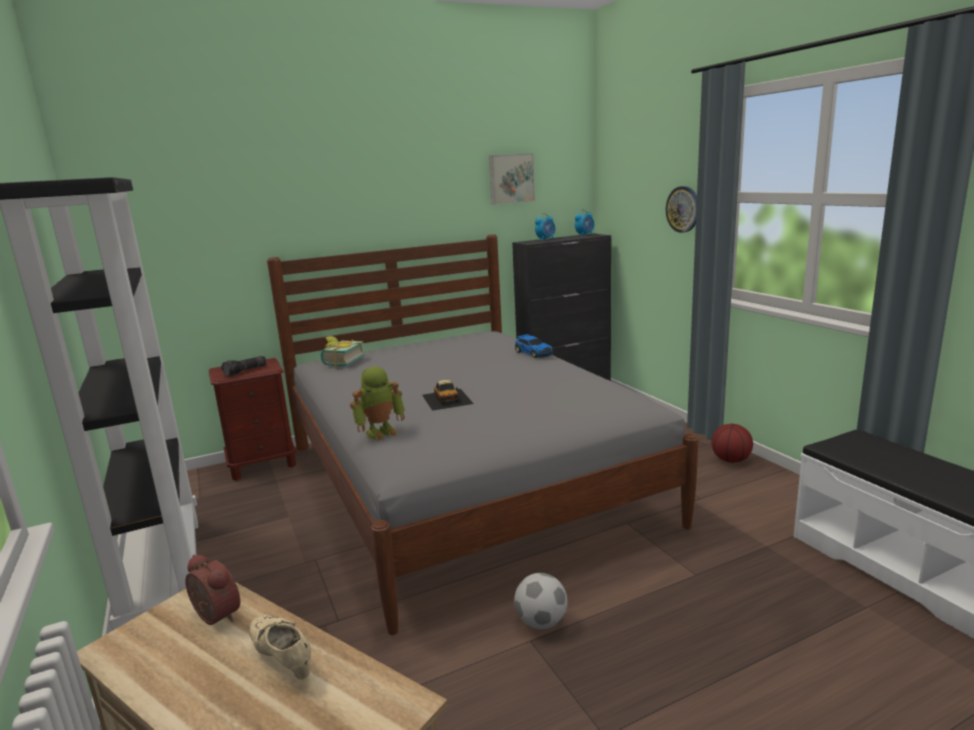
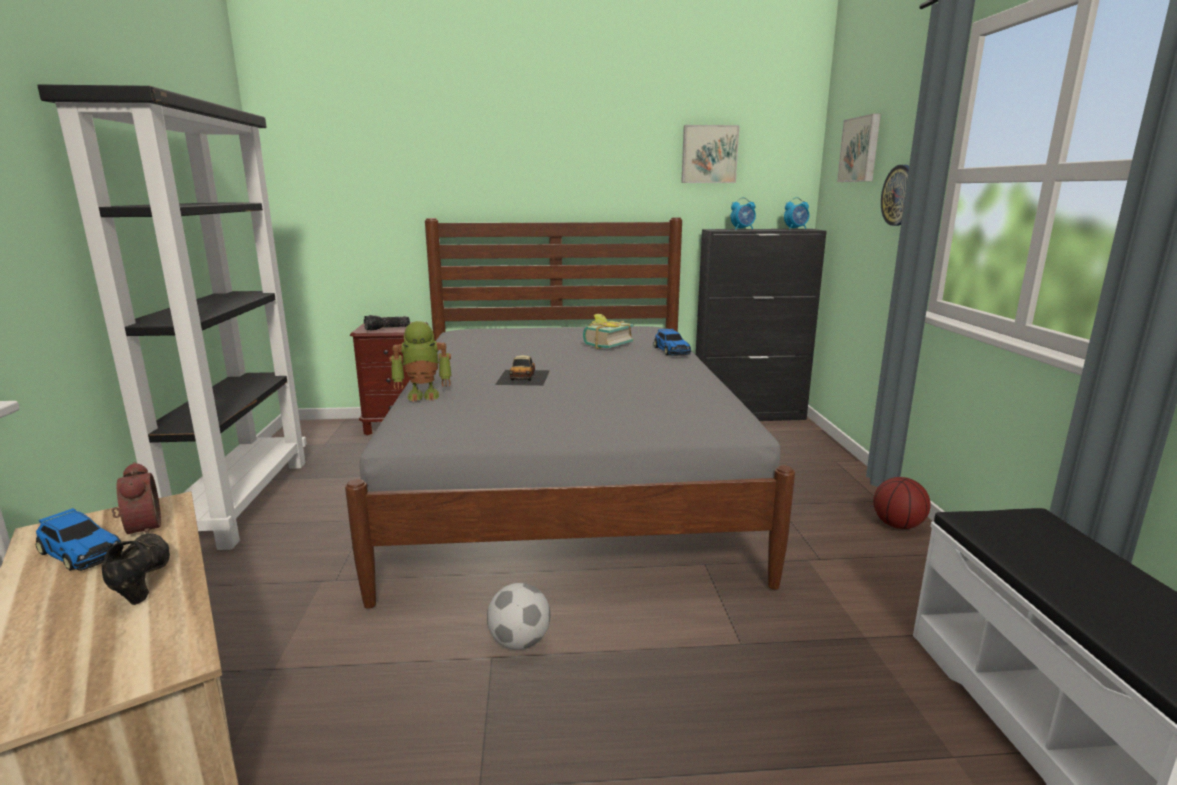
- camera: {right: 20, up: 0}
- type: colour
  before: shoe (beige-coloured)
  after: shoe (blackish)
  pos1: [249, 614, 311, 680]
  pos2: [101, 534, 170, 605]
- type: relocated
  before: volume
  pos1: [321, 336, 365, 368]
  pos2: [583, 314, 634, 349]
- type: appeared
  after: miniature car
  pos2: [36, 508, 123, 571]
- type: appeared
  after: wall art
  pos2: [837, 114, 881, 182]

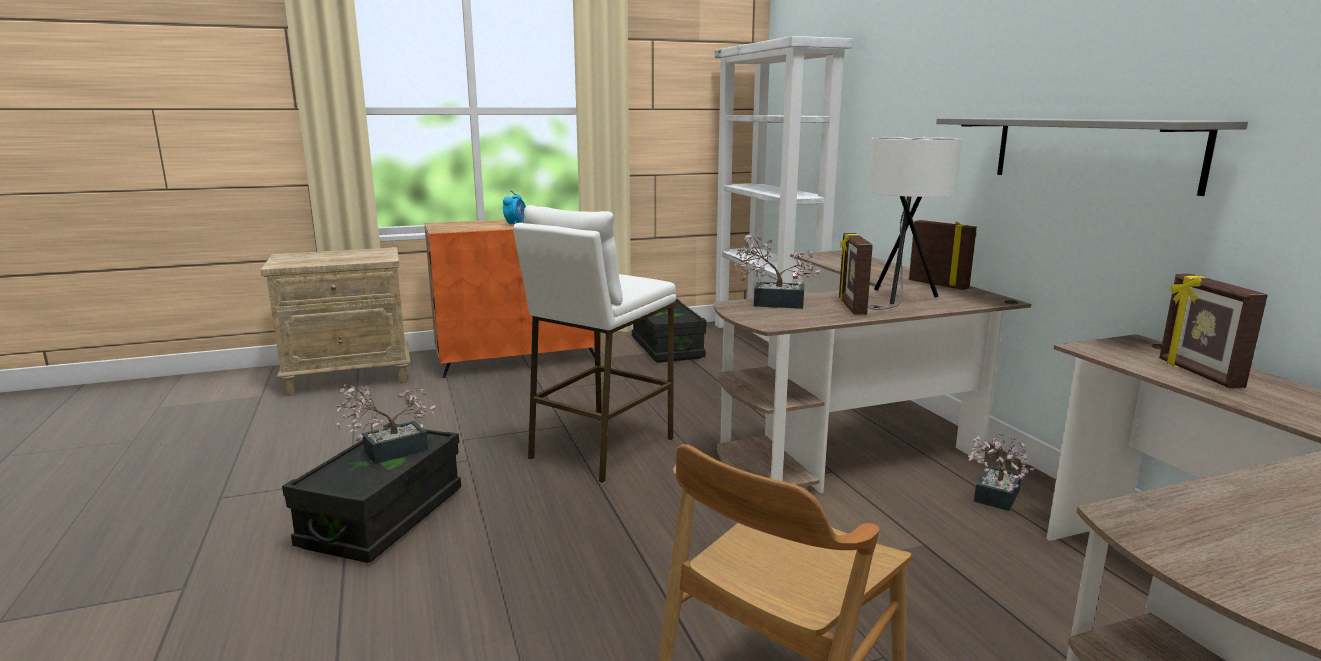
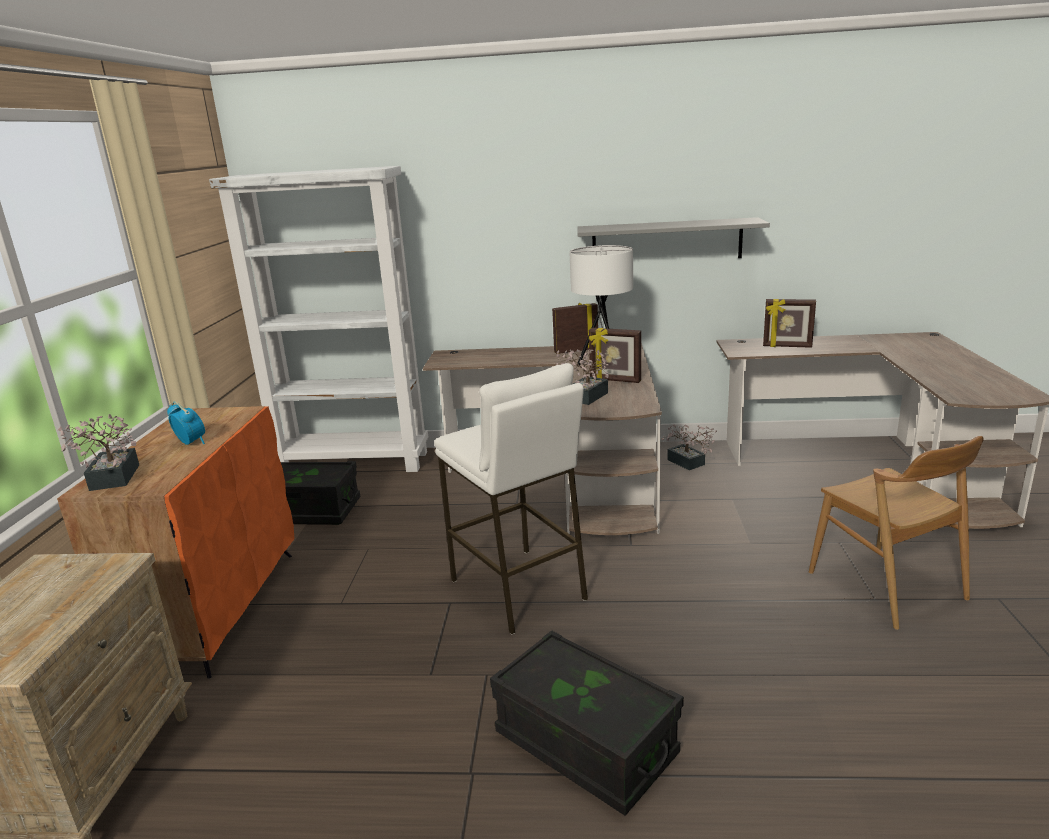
- camera: {right: -65, up: 5}
- type: relocated
  before: potted plant
  pos1: [337, 384, 435, 464]
  pos2: [58, 414, 139, 491]

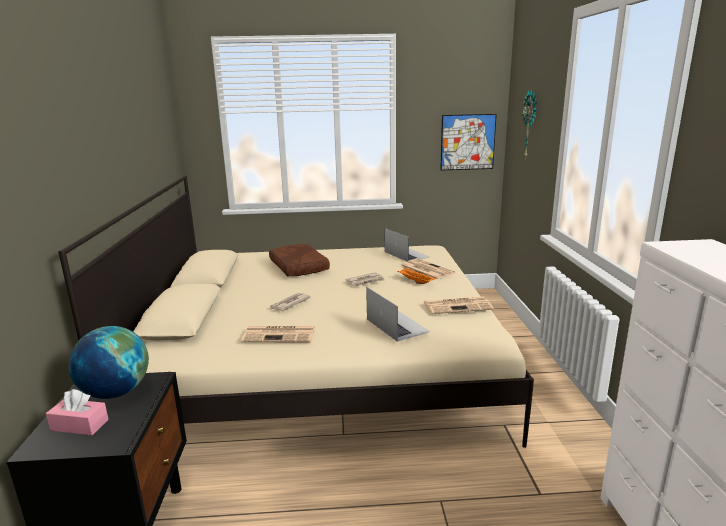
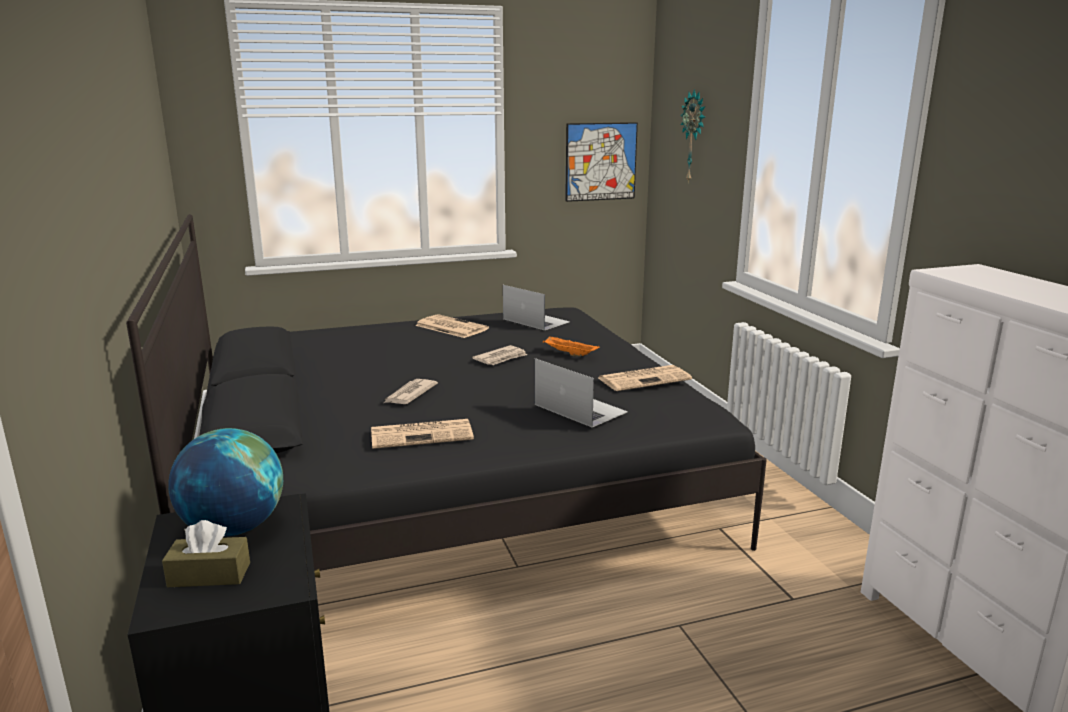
- camera: {right: -15, up: 0}
- type: colour
  before: tissue holder (pink)
  after: tissue holder (brownish)
  pos1: [46, 389, 109, 435]
  pos2: [162, 520, 250, 587]
- type: colour
  before: bed (beige-coloured)
  after: bed (blackish)
  pos1: [58, 176, 534, 448]
  pos2: [126, 214, 767, 571]
- type: missing
  before: pillow (brownish)
  pos1: [269, 244, 330, 276]
- type: relocated
  before: daily paper
  pos1: [400, 259, 455, 280]
  pos2: [415, 314, 489, 338]

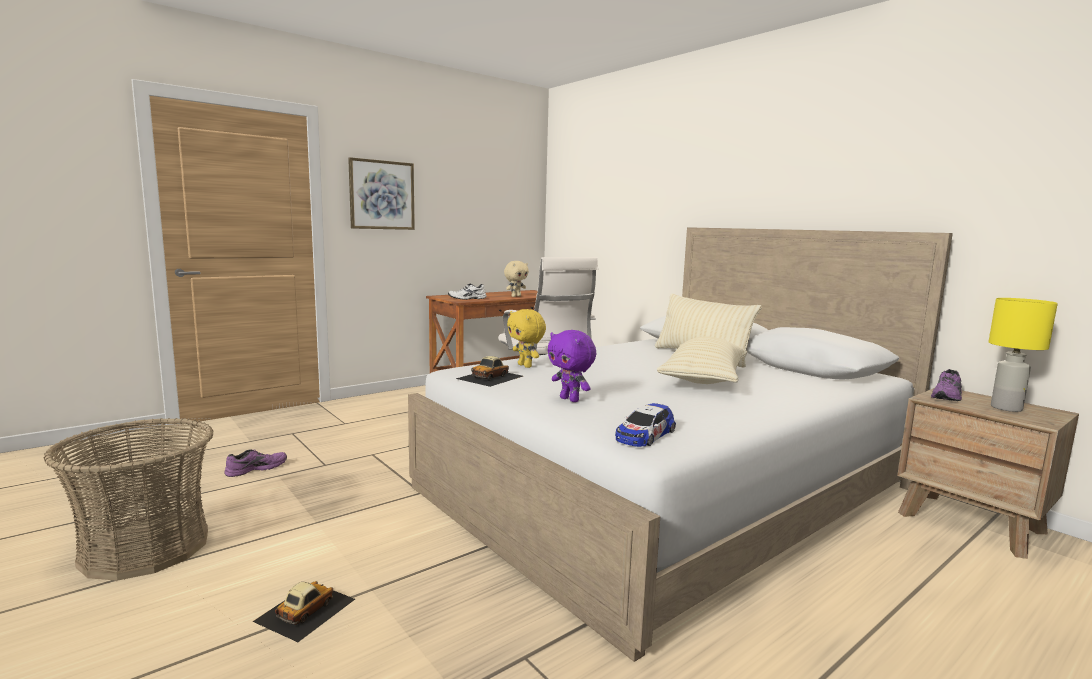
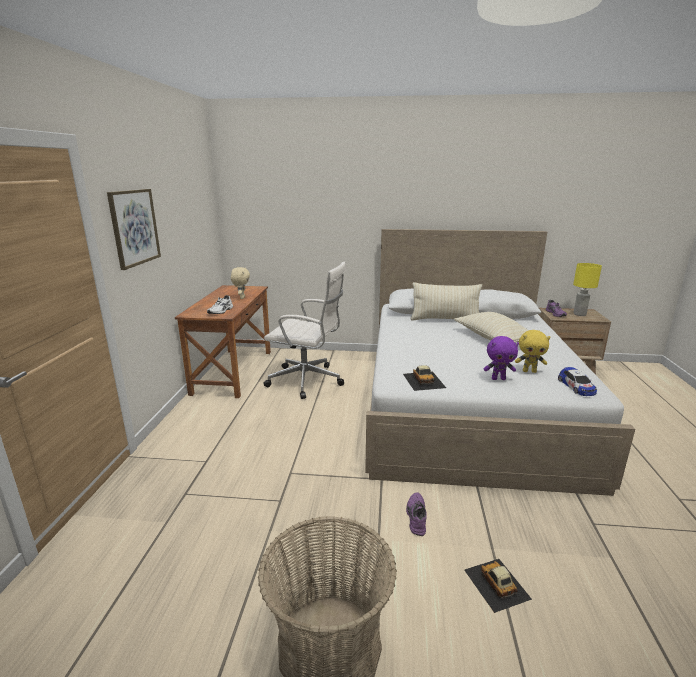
- camera: {right: -45, up: 10}
- type: relocated
  before: shoe (purplish)
  pos1: [224, 449, 287, 477]
  pos2: [406, 492, 427, 536]
- type: relocated
  before: soft toy (yellow)
  pos1: [507, 309, 546, 368]
  pos2: [515, 330, 550, 373]

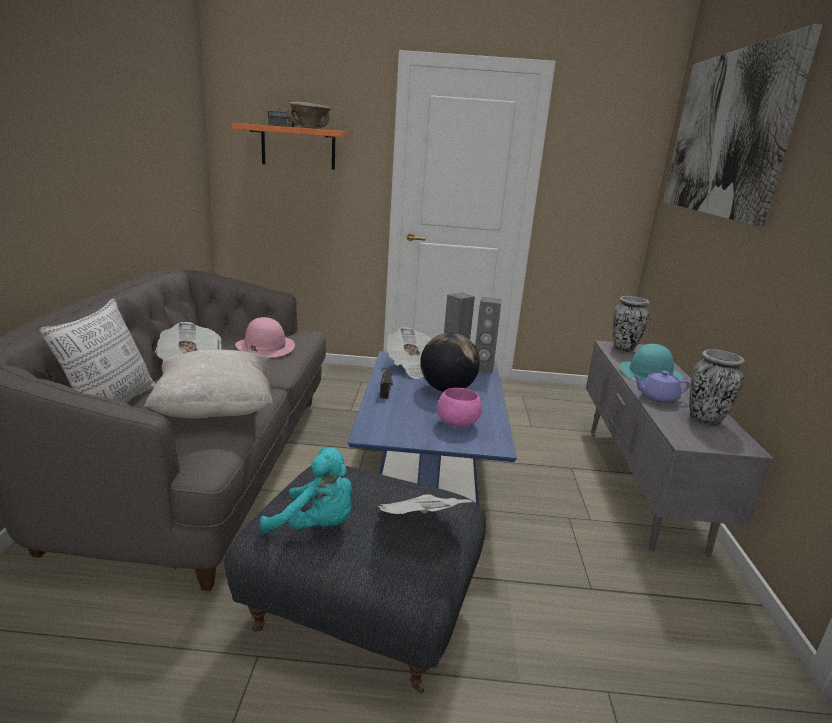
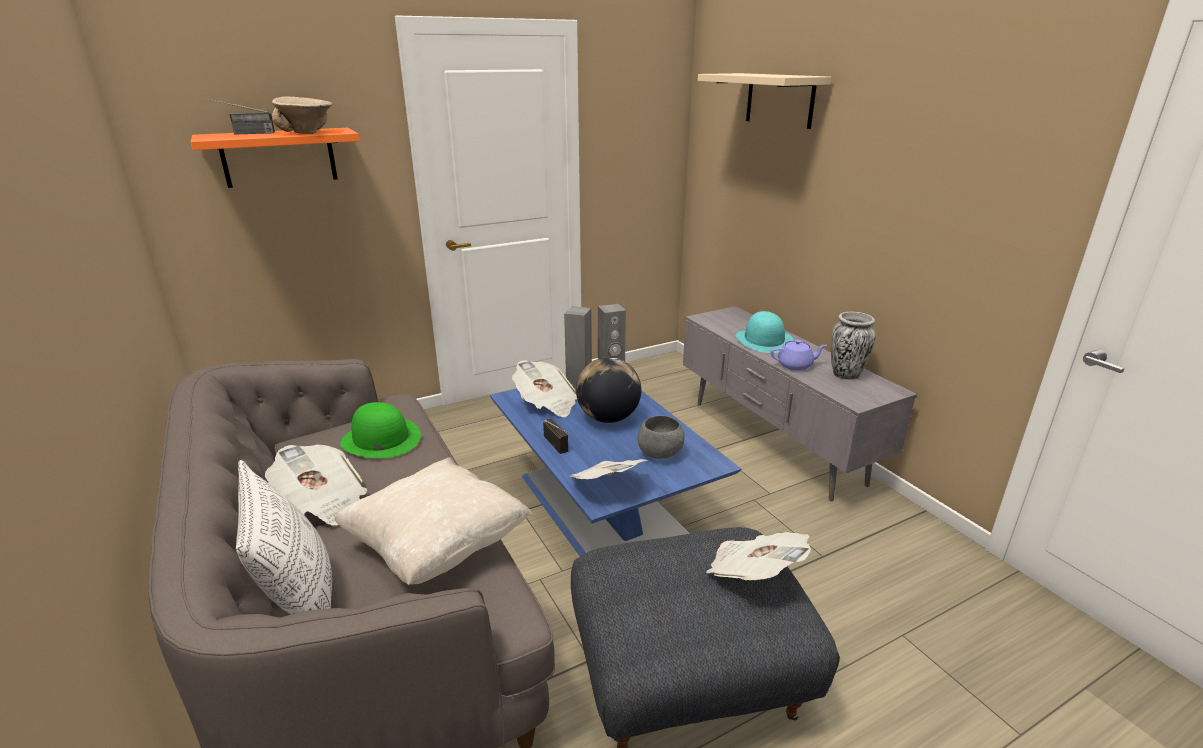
- camera: {right: -30, up: 5}
- type: colour
  before: clothing hat (pink)
  after: clothing hat (greenish)
  pos1: [235, 317, 295, 358]
  pos2: [340, 402, 421, 458]
- type: missing
  before: soft toy (turquoise-coloured)
  pos1: [260, 448, 352, 533]
- type: colour
  before: deep dish (pink)
  after: deep dish (greyish)
  pos1: [437, 388, 482, 427]
  pos2: [638, 415, 685, 459]
- type: missing
  before: flower vase
  pos1: [612, 296, 649, 352]
- type: spun
  before: pot for tea (purplish)
  pos1: [632, 371, 691, 404]
  pos2: [771, 339, 827, 370]
  turn: -150
- type: exchanged
  before: wall art
  after: shelf (beige-coloured)
  pos1: [663, 24, 823, 226]
  pos2: [698, 73, 831, 129]
- type: appeared
  after: daily paper
  pos2: [569, 459, 648, 479]

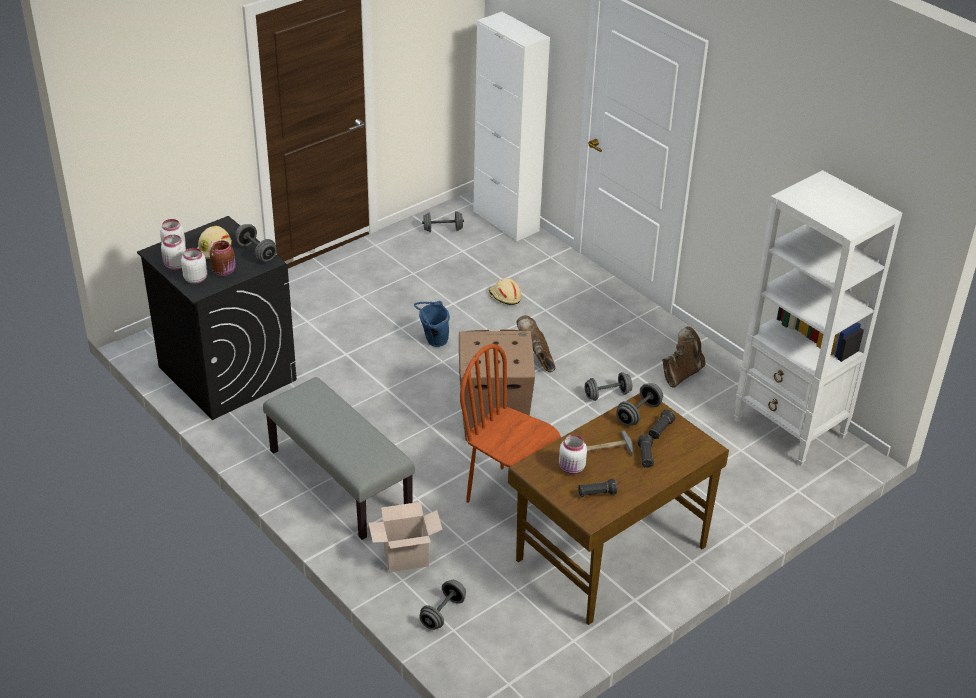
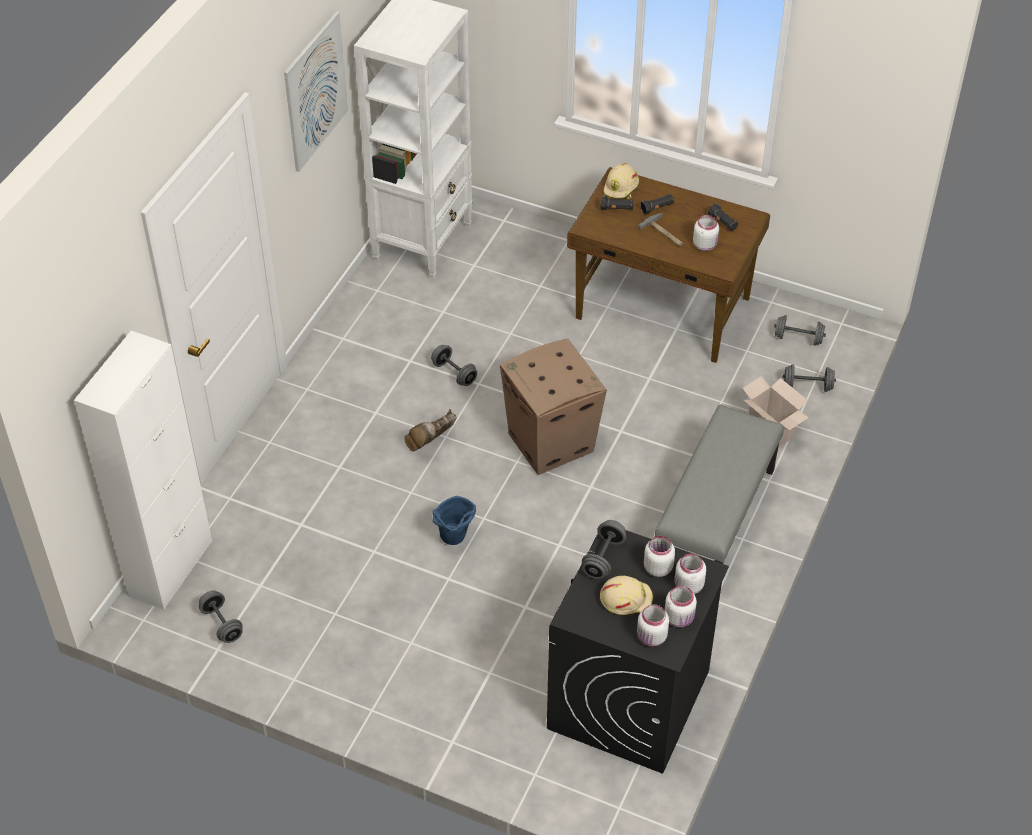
- camera: {right: -115, up: 10}
- type: colour
  before: preserve jar (brownish)
  after: preserve jar (white)
  pos1: [210, 241, 236, 276]
  pos2: [644, 536, 675, 577]
- type: missing
  before: plain chair (brownish)
  pos1: [460, 344, 561, 503]
- type: relocated
  before: safety helmet (beige-coloured)
  pos1: [489, 278, 522, 305]
  pos2: [603, 163, 639, 199]
- type: relocated
  before: dumbbell (greyish)
  pos1: [616, 383, 663, 426]
  pos2: [774, 315, 826, 346]
- type: missing
  before: tall boot (brownish)
  pos1: [662, 326, 705, 388]
- type: appeared
  after: wall art
  pos2: [284, 11, 348, 172]

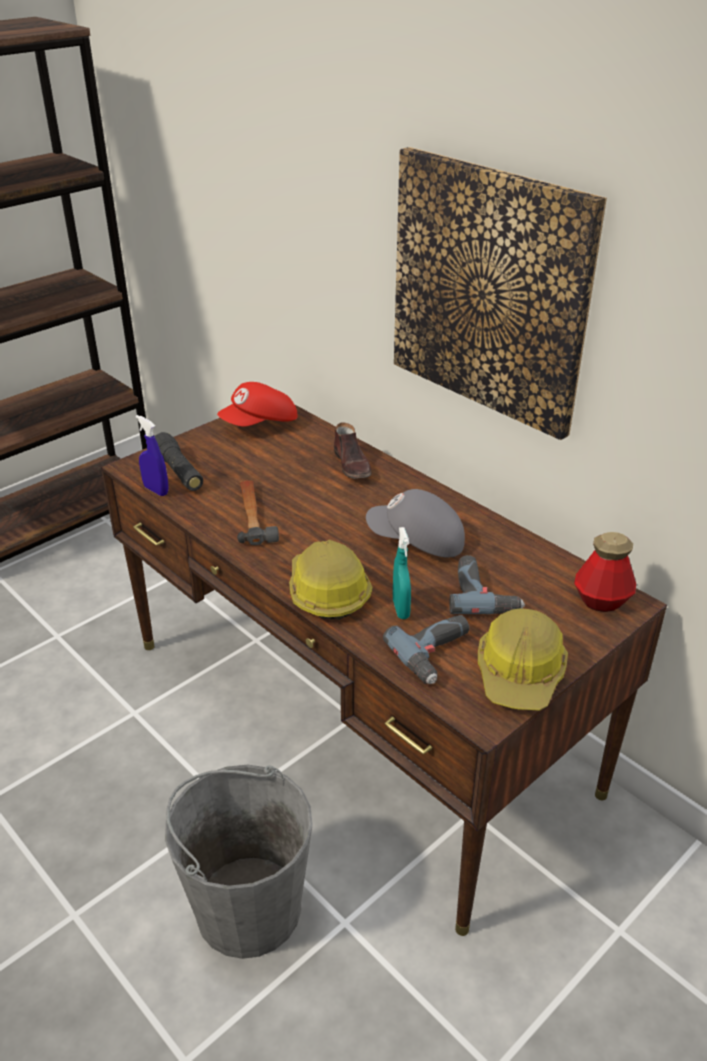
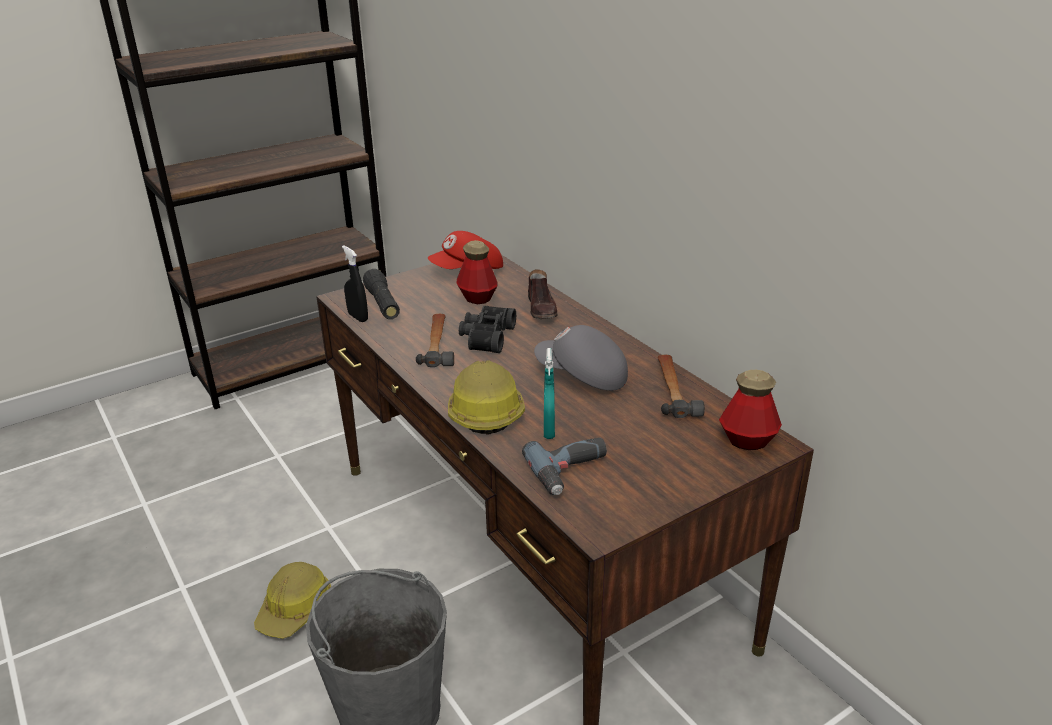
- camera: {right: 10, up: -5}
- type: colour
  before: sprayer (blue)
  after: sprayer (blackish)
  pos1: [136, 415, 169, 496]
  pos2: [342, 245, 368, 322]
- type: missing
  before: wall art
  pos1: [394, 147, 607, 440]
- type: missing
  before: power drill
  pos1: [450, 555, 525, 614]
- type: relocated
  before: safety helmet
  pos1: [478, 608, 568, 711]
  pos2: [254, 562, 331, 639]
- type: appeared
  after: bottle
  pos2: [456, 240, 497, 304]
- type: appeared
  after: field glasses (blackish)
  pos2: [459, 306, 516, 353]
- type: appeared
  after: hand hammer
  pos2: [658, 355, 705, 418]

